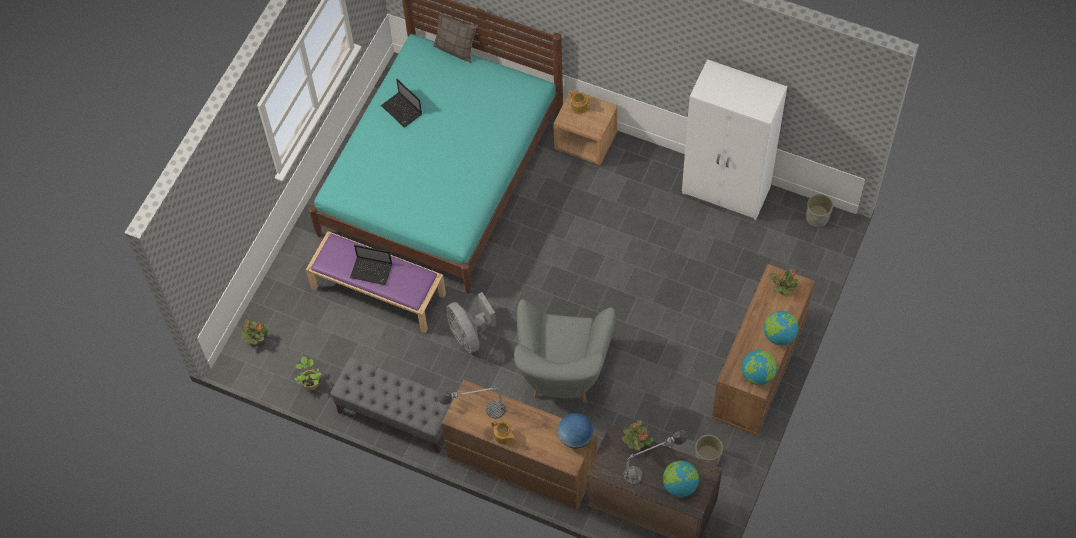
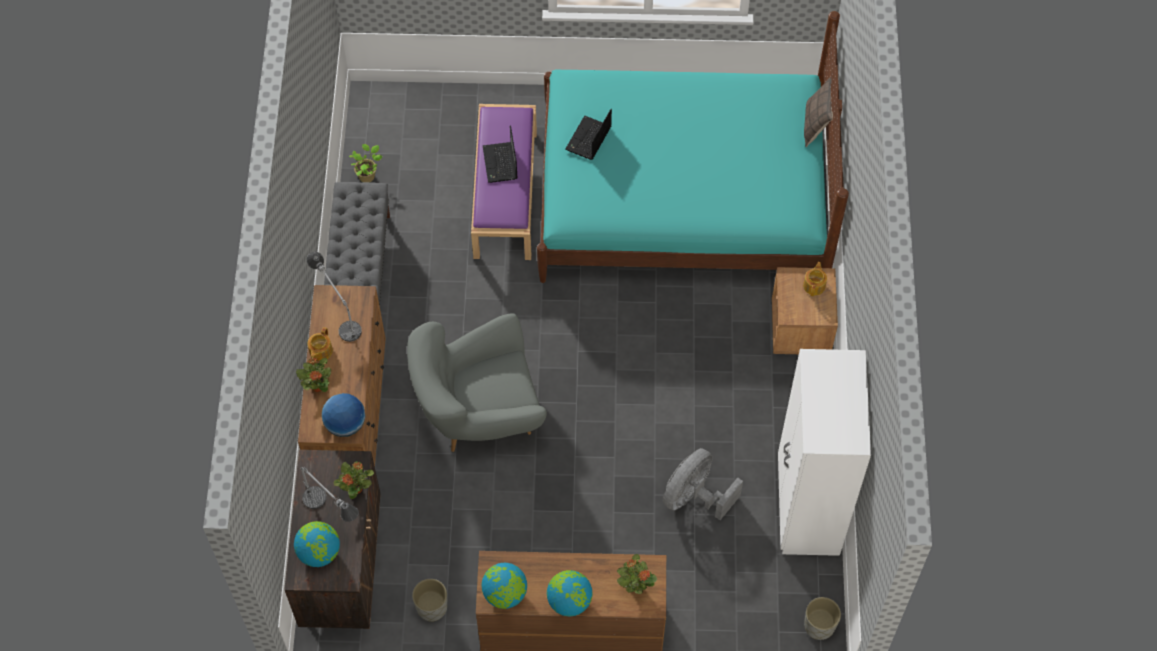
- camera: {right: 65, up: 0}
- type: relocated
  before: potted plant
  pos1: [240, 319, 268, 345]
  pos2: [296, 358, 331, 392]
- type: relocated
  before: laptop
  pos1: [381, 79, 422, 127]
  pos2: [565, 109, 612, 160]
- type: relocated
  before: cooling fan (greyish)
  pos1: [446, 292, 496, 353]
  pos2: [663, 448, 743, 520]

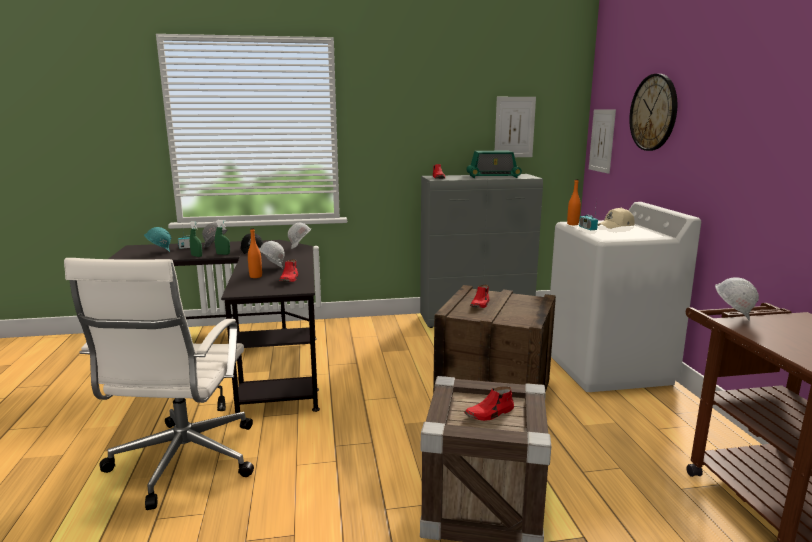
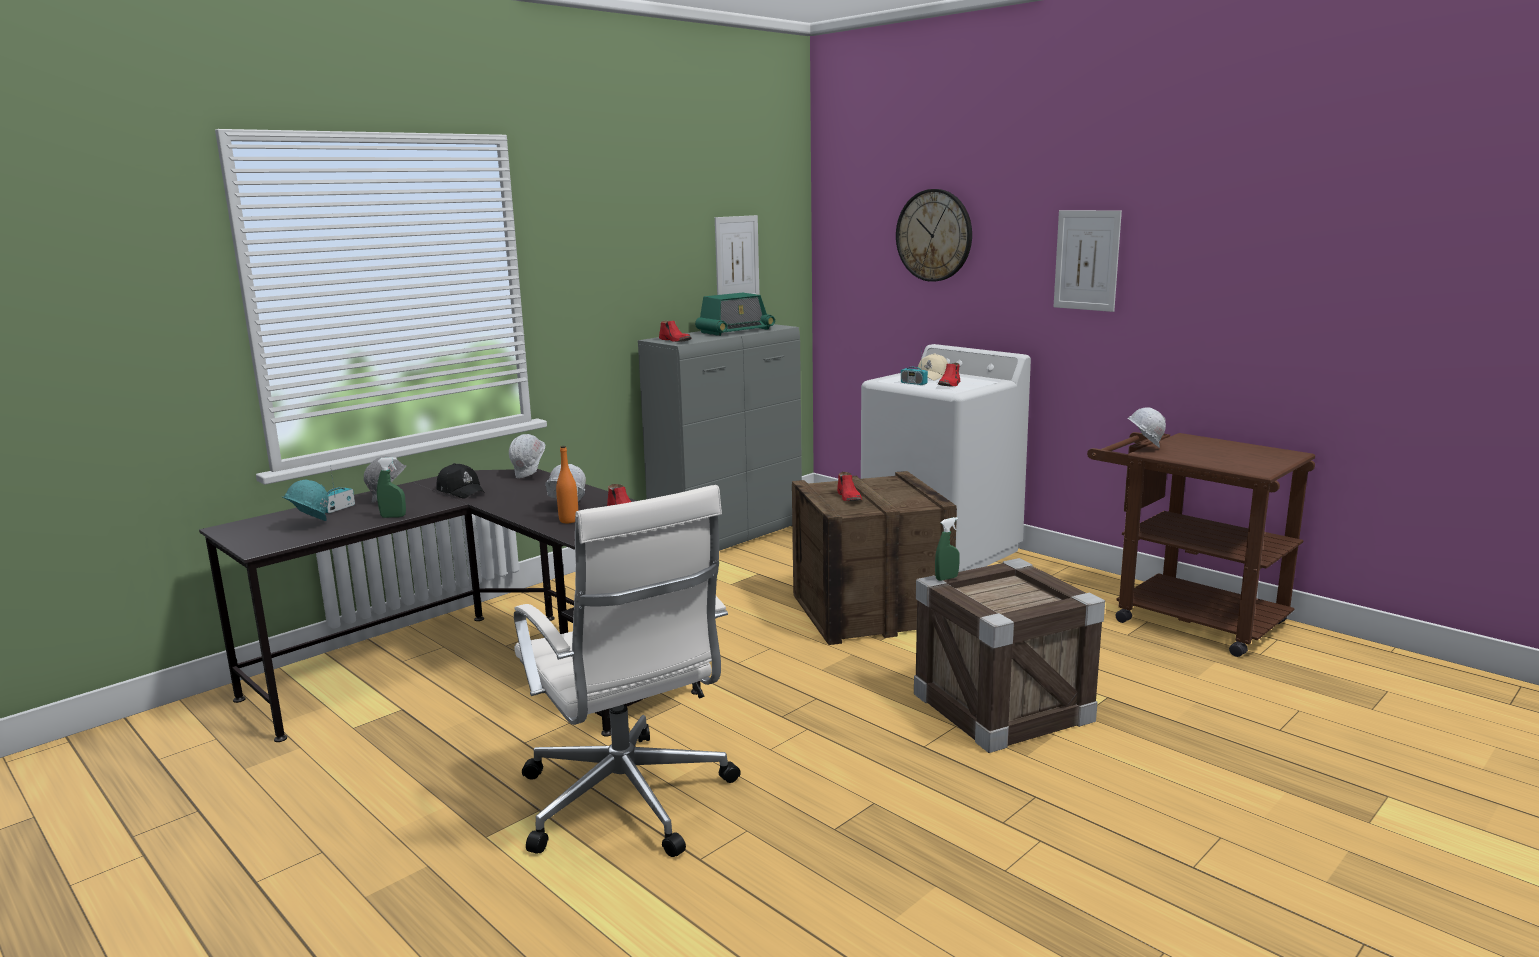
- camera: {right: -35, up: 0}
- type: relocated
  before: sprayer (greenish)
  pos1: [215, 220, 230, 255]
  pos2: [935, 517, 960, 581]
- type: relocated
  before: shoe (reddish)
  pos1: [464, 387, 514, 421]
  pos2: [938, 363, 960, 386]
- type: missing
  before: bottle (orangey)
  pos1: [567, 179, 581, 225]
- type: relocated
  before: wall art
  pos1: [589, 109, 616, 174]
  pos2: [1054, 210, 1122, 312]

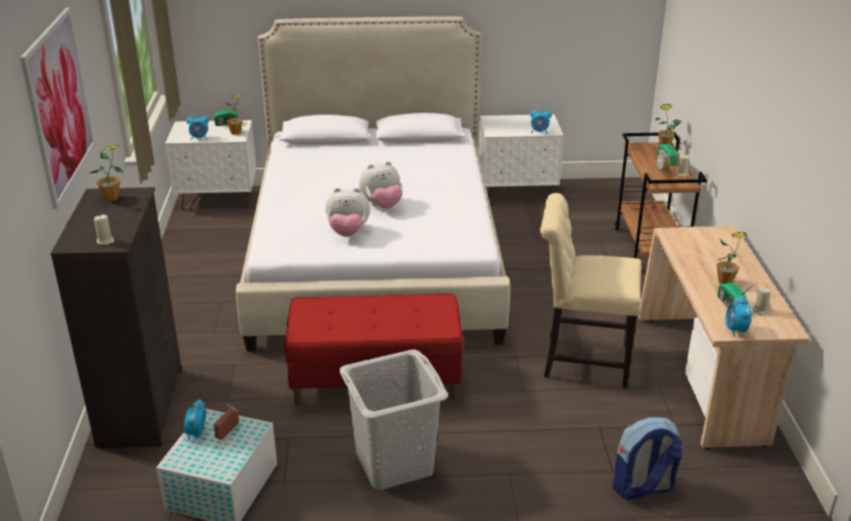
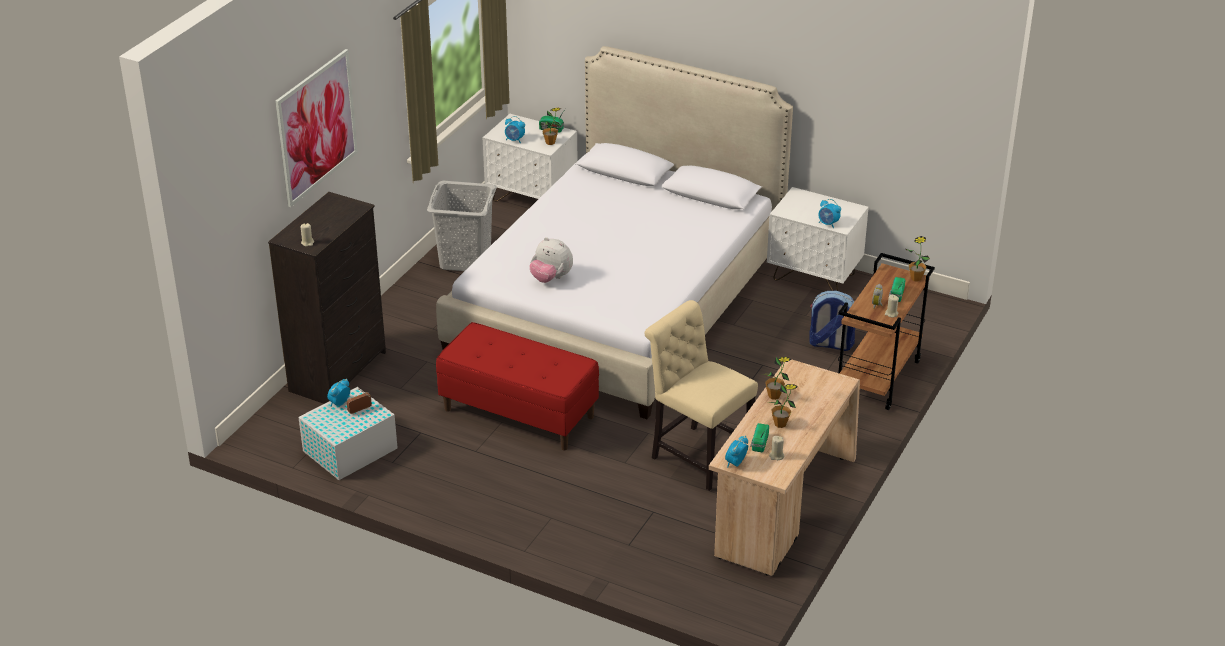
- camera: {right: 30, up: 5}
- type: relocated
  before: potted plant
  pos1: [88, 145, 124, 202]
  pos2: [765, 357, 791, 400]
- type: relocated
  before: hamper (greyish)
  pos1: [339, 350, 448, 490]
  pos2: [427, 181, 497, 271]
- type: missing
  before: soft toy
  pos1: [359, 161, 402, 209]
- type: relocated
  before: knapsack
  pos1: [613, 417, 682, 500]
  pos2: [809, 291, 855, 351]

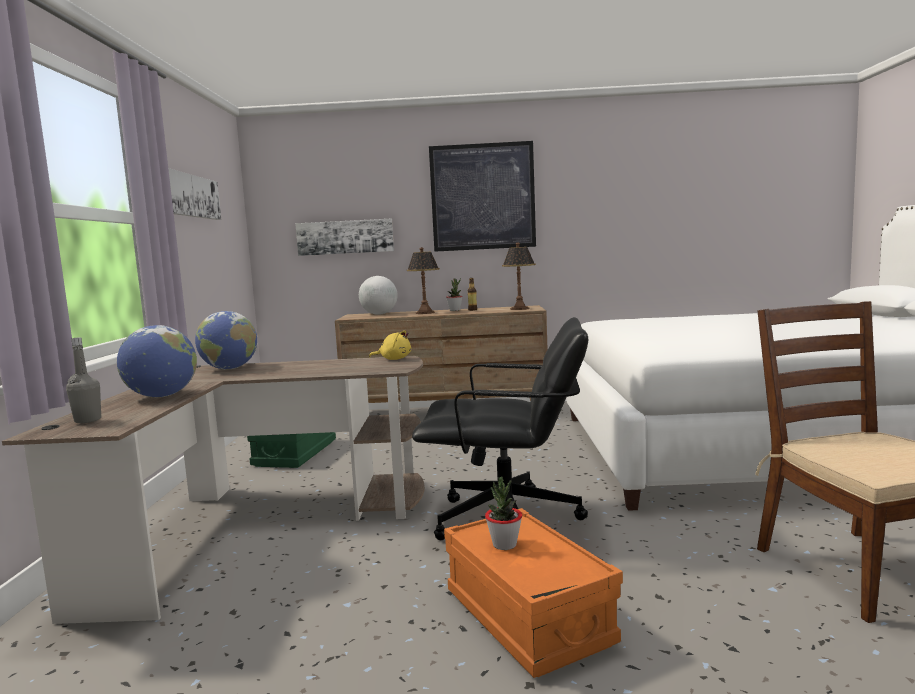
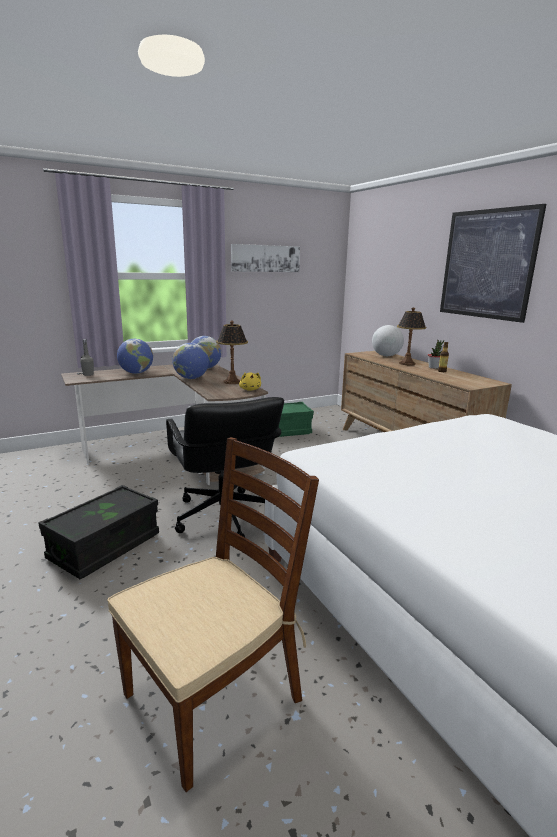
- camera: {right: 60, up: 10}
- type: missing
  before: wall art
  pos1: [295, 218, 394, 256]
- type: colour
  before: storage box (orangey)
  after: storage box (blackish)
  pos1: [444, 508, 623, 678]
  pos2: [38, 485, 159, 579]
- type: missing
  before: potted plant
  pos1: [485, 477, 522, 550]
- type: relocated
  before: tabletop lamp
  pos1: [502, 242, 536, 310]
  pos2: [216, 321, 248, 384]
- type: appeared
  after: desk globe
  pos2: [172, 343, 209, 379]

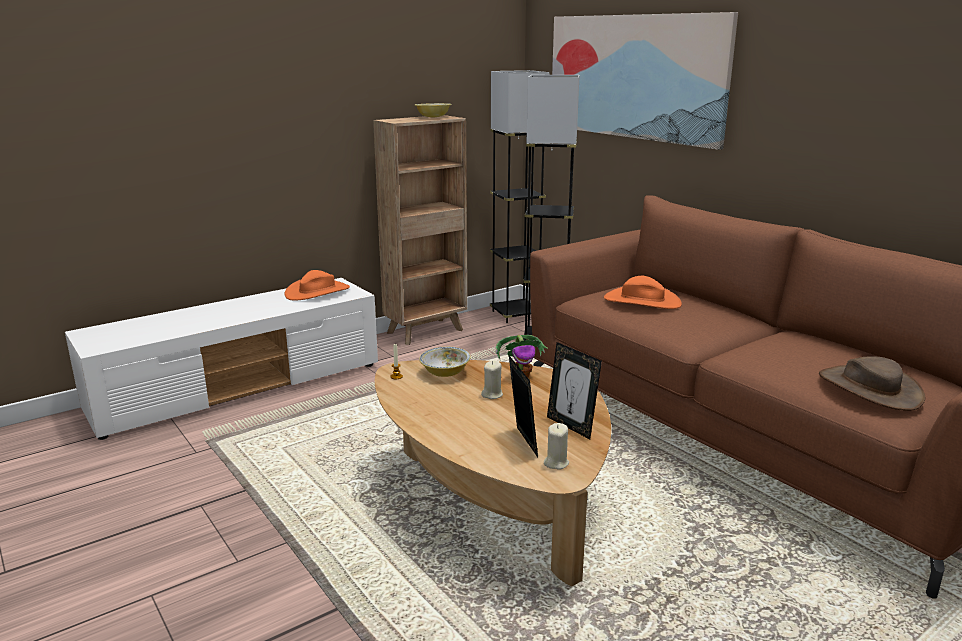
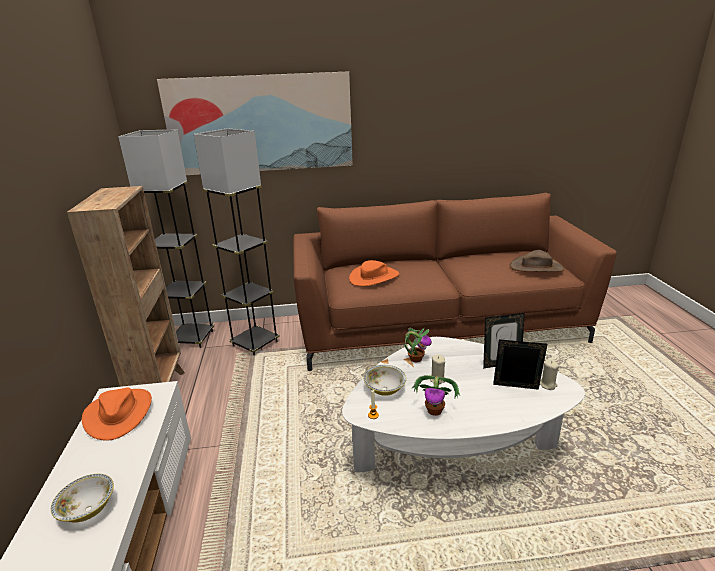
- camera: {right: -60, up: 5}
- type: colour
  before: low table (brownish)
  after: low table (white)
  pos1: [375, 360, 611, 586]
  pos2: [342, 337, 585, 472]
- type: relocated
  before: deep dish
  pos1: [415, 103, 452, 117]
  pos2: [51, 474, 114, 523]
- type: appeared
  after: potted plant
  pos2: [411, 375, 460, 416]

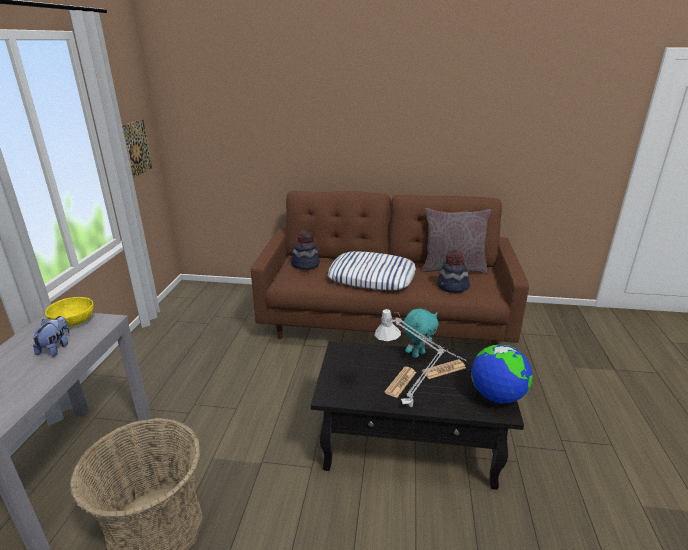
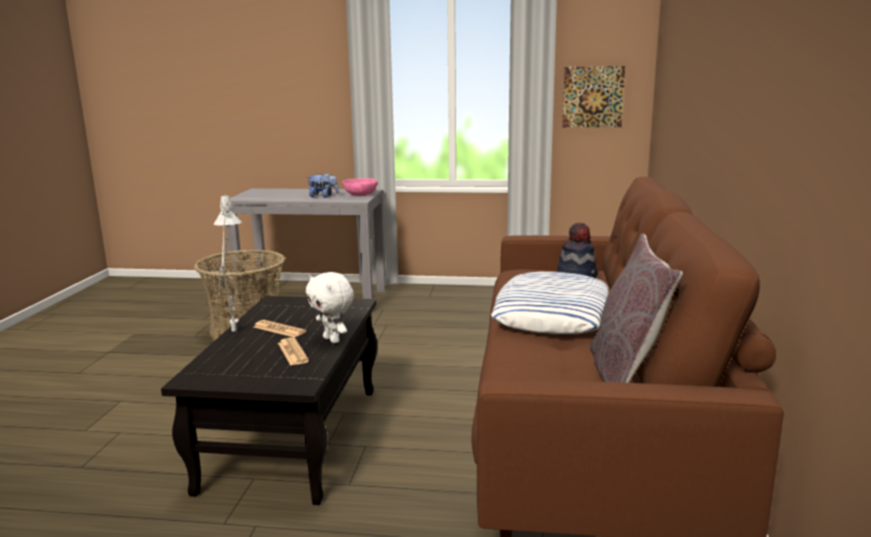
- camera: {right: 90, up: -10}
- type: colour
  before: deep dish (yellow)
  after: deep dish (pink)
  pos1: [45, 297, 94, 327]
  pos2: [343, 178, 378, 196]
- type: colour
  before: soft toy (turquoise-coloured)
  after: soft toy (white)
  pos1: [403, 309, 439, 358]
  pos2: [306, 272, 354, 343]
- type: missing
  before: clothing hat
  pos1: [437, 250, 470, 293]
- type: missing
  before: desk globe
  pos1: [471, 345, 533, 404]

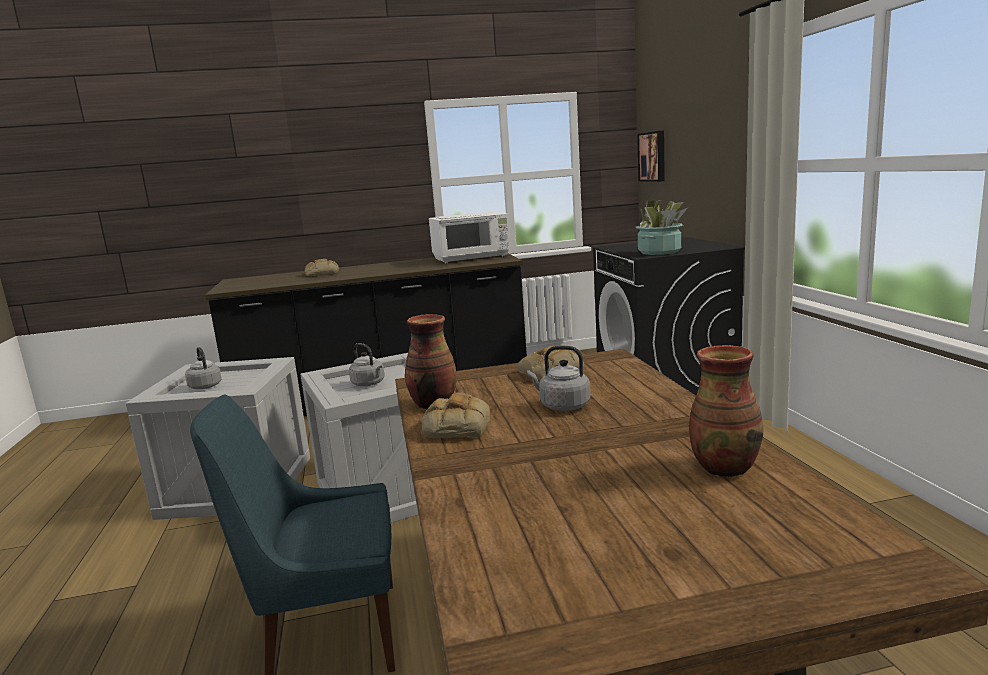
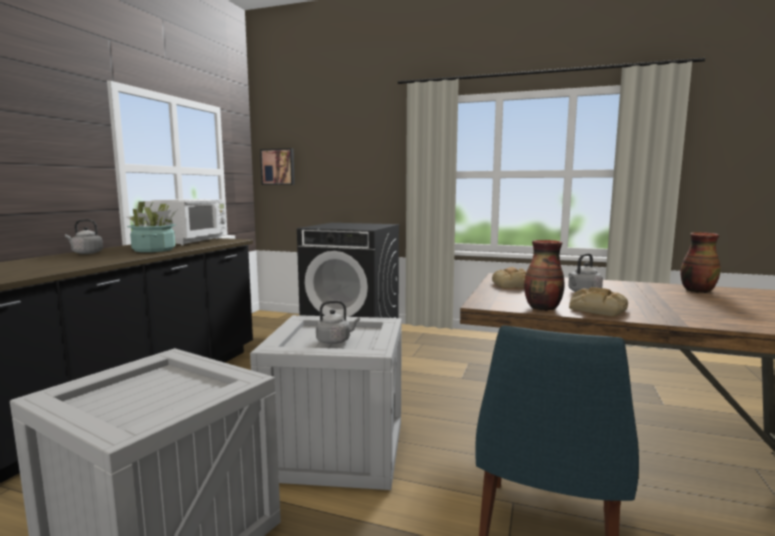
- camera: {right: -60, up: -5}
- type: relocated
  before: kettle (greyish)
  pos1: [185, 347, 222, 389]
  pos2: [65, 219, 103, 254]
- type: missing
  before: bread
  pos1: [305, 259, 339, 276]
- type: relocated
  before: potted plant
  pos1: [636, 200, 687, 255]
  pos2: [127, 201, 177, 252]

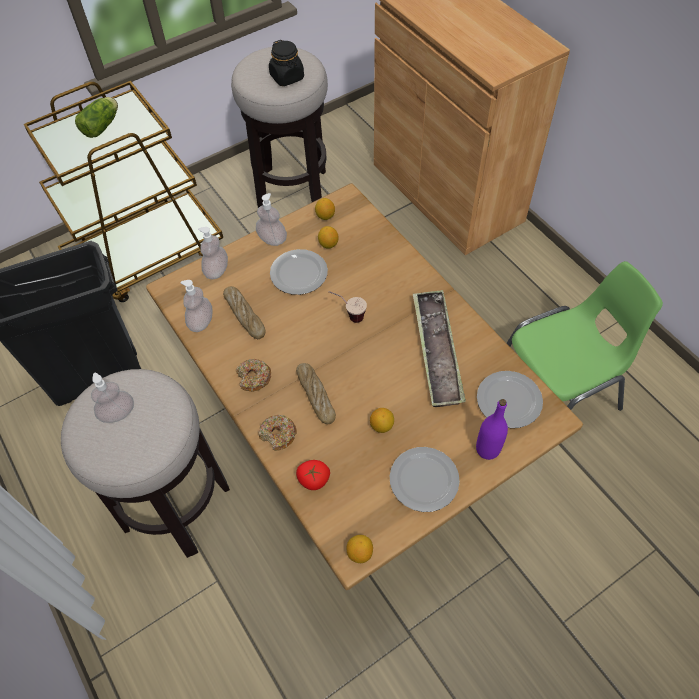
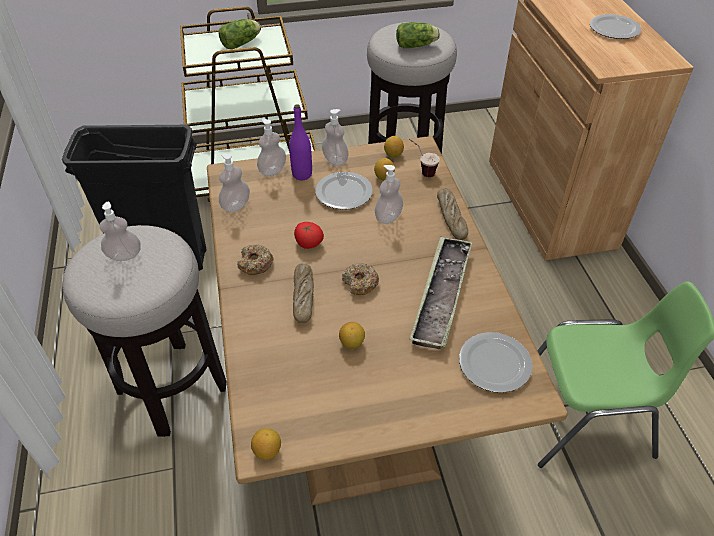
- camera: {right: 20, up: -10}
- type: relocated
  before: bread
  pos1: [223, 286, 266, 339]
  pos2: [437, 188, 468, 240]
- type: relocated
  before: ring doughnut
  pos1: [259, 415, 297, 451]
  pos2: [342, 263, 379, 295]
- type: exchanged
  before: preserve jar (blackish)
  after: lettuce
  pos1: [269, 40, 304, 86]
  pos2: [396, 22, 440, 48]
- type: relocated
  before: whole tomato
  pos1: [296, 460, 330, 490]
  pos2: [294, 222, 324, 249]
- type: relocated
  before: small cup
  pos1: [329, 291, 367, 323]
  pos2: [409, 139, 440, 177]
- type: relocated
  before: flat dish
  pos1: [390, 447, 460, 512]
  pos2: [590, 14, 641, 39]
- type: relocated
  before: bottle (purplish)
  pos1: [476, 399, 508, 460]
  pos2: [289, 104, 312, 180]
- type: appeared
  after: liquid soap bottle
  pos2: [375, 165, 403, 224]

